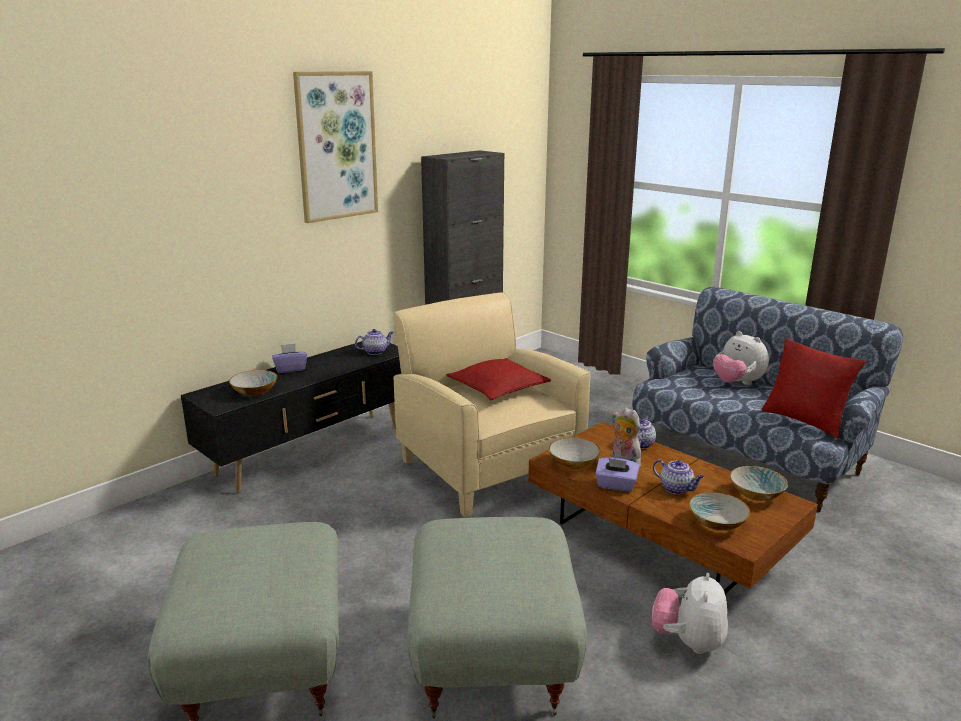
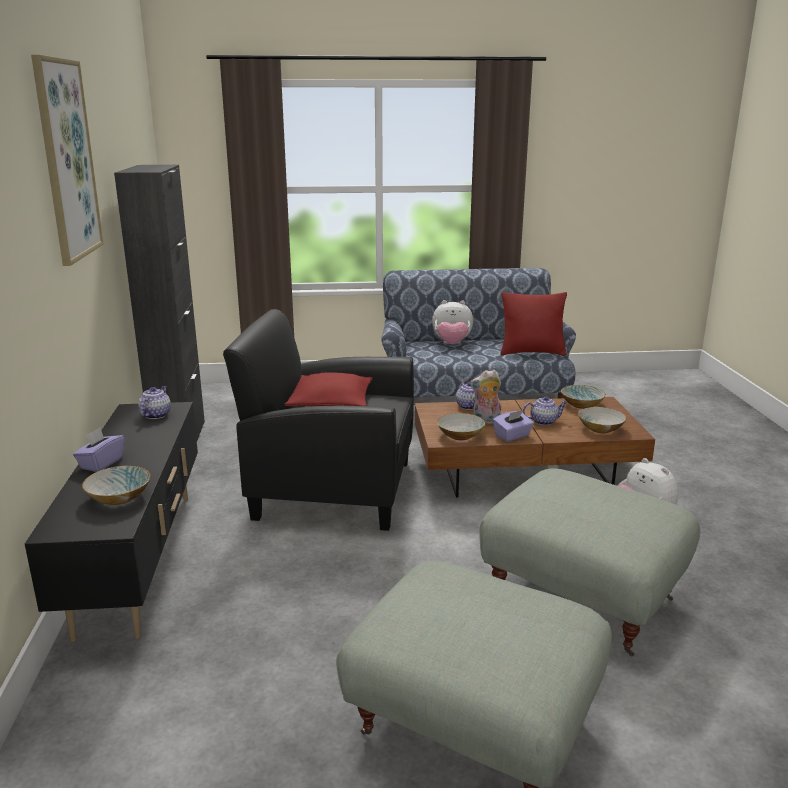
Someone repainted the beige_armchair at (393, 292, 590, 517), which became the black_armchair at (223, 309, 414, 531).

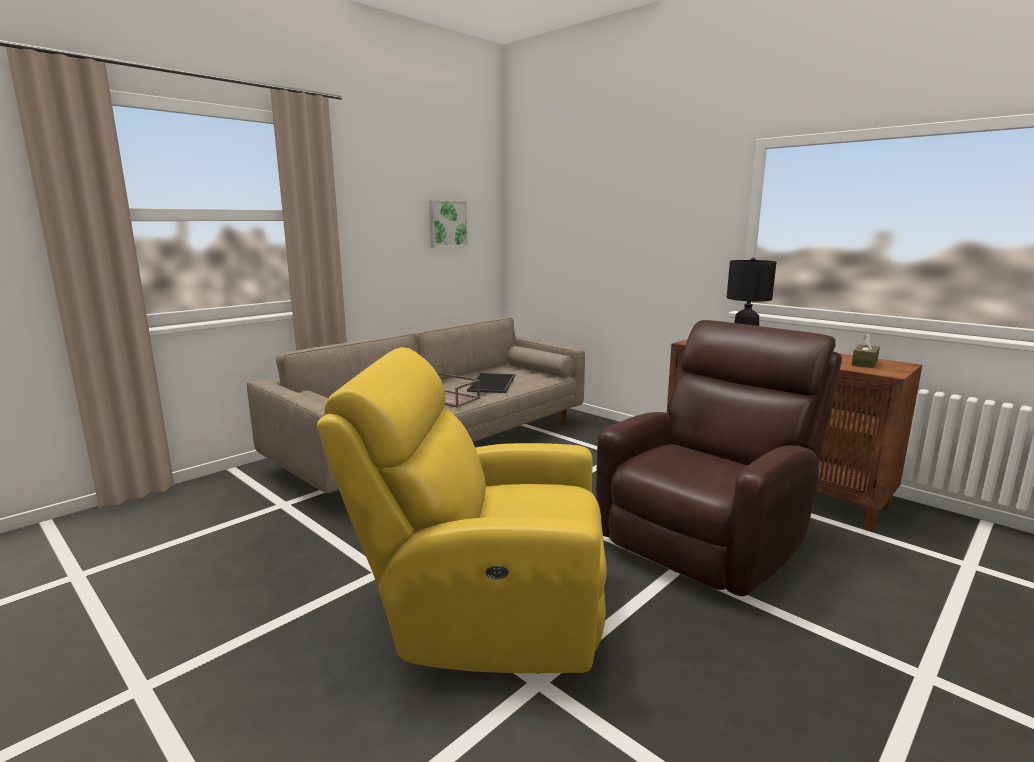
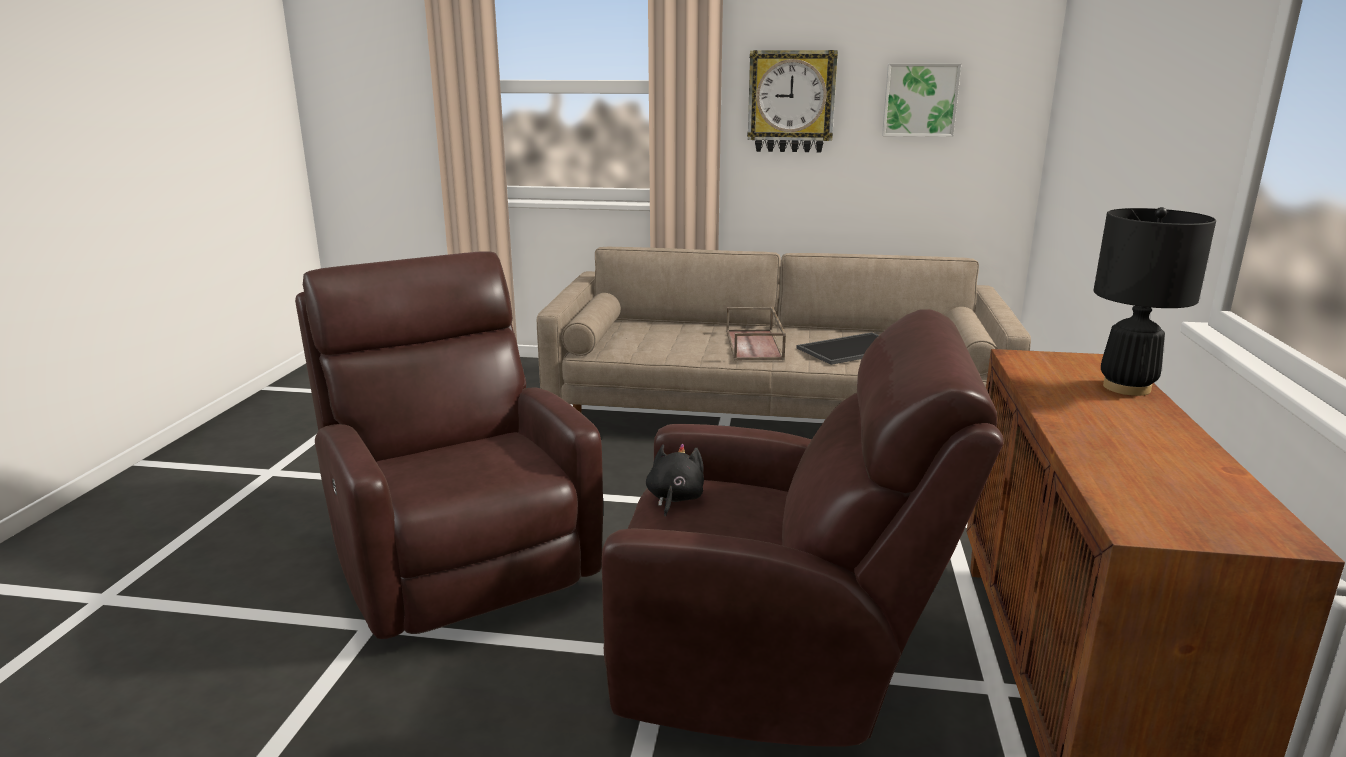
Someone took away the brown_tissue_box at (852, 333, 880, 368). Someone repainted the yellow_armchair at (316, 347, 607, 673), which became the brown_armchair at (295, 251, 603, 639). Someone put up the wall_clock at (747, 50, 838, 153). Someone put down the black_plush_toy at (646, 444, 704, 517).

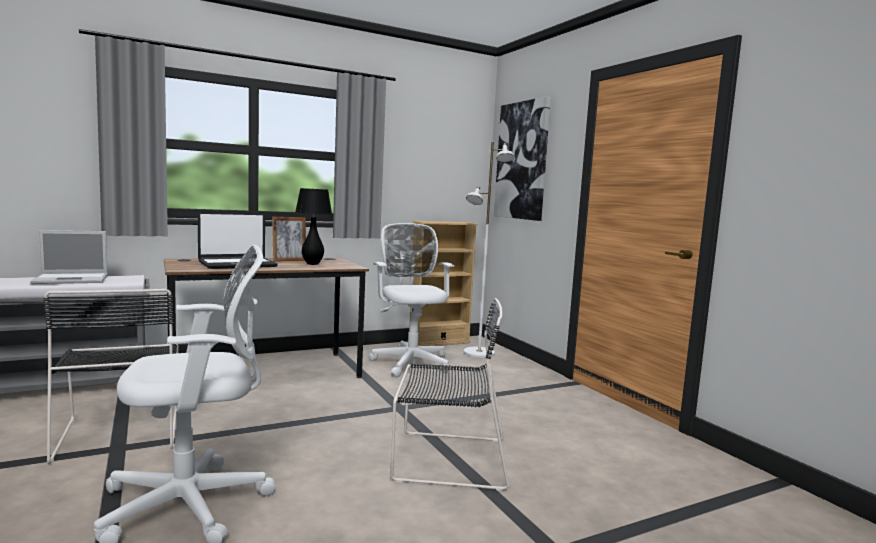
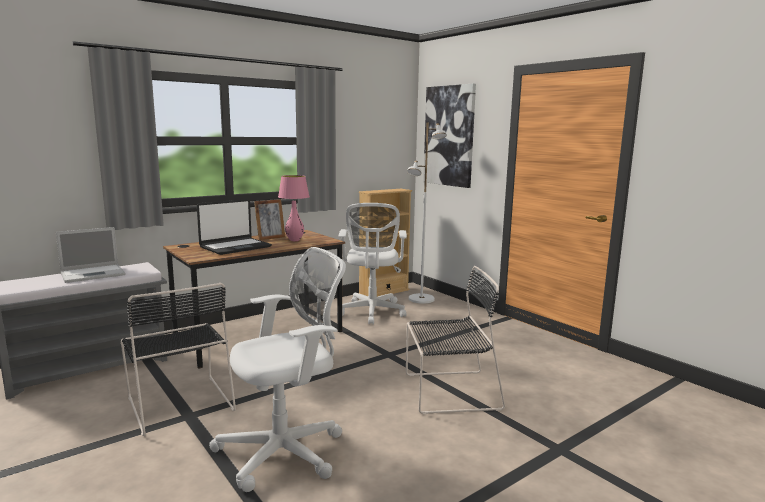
Someone repainted the black_table_lamp at (295, 188, 332, 265), which became the pink_table_lamp at (278, 175, 310, 241). Someone rotated the white_office_chair at (368, 223, 455, 377) by 150 degrees counterclockwise.

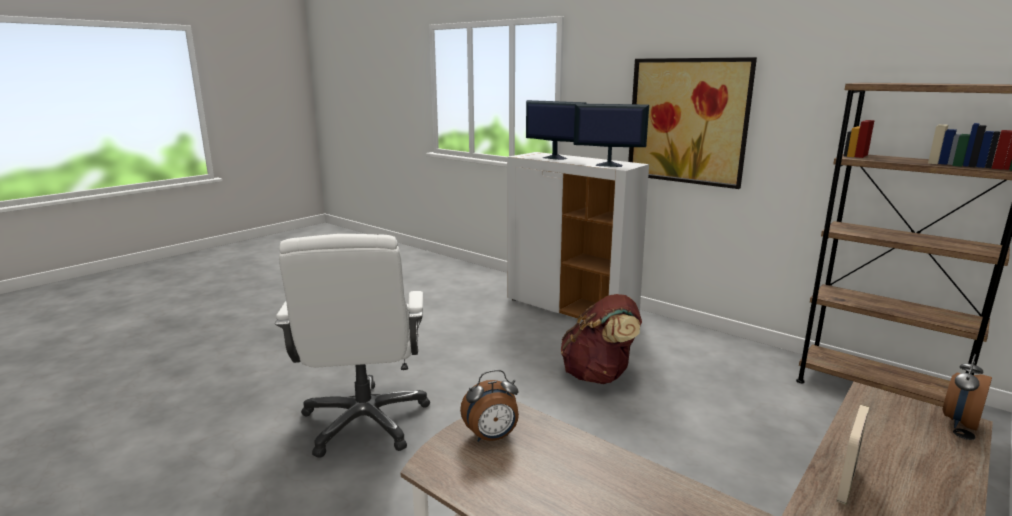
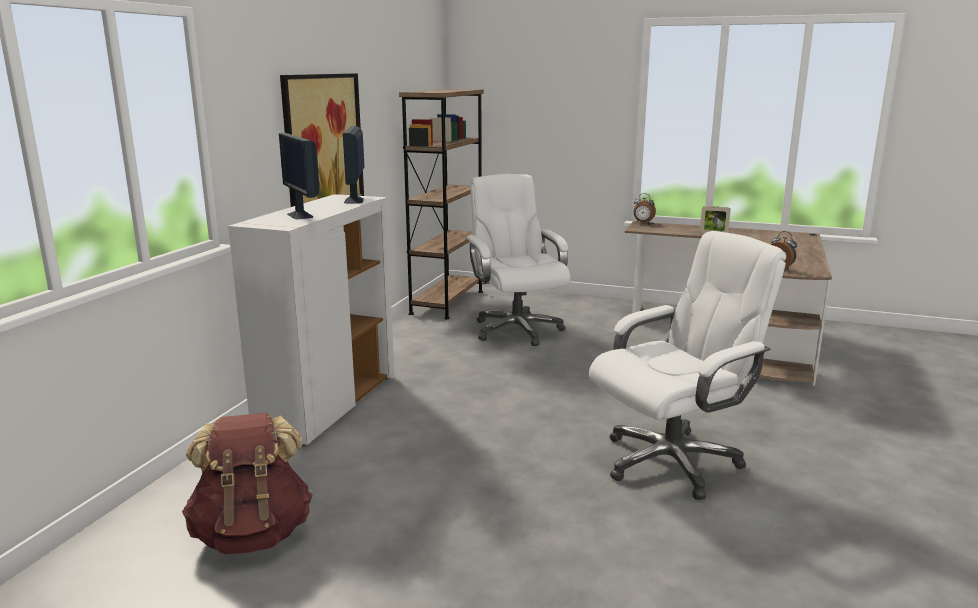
Someone rotated the monitor at (526, 100, 586, 160) by 45 degrees counterclockwise. Someone carried the brown_backpack from (561, 294, 642, 384) to (182, 413, 312, 554). Someone put down the white_office_chair at (465, 174, 570, 346).

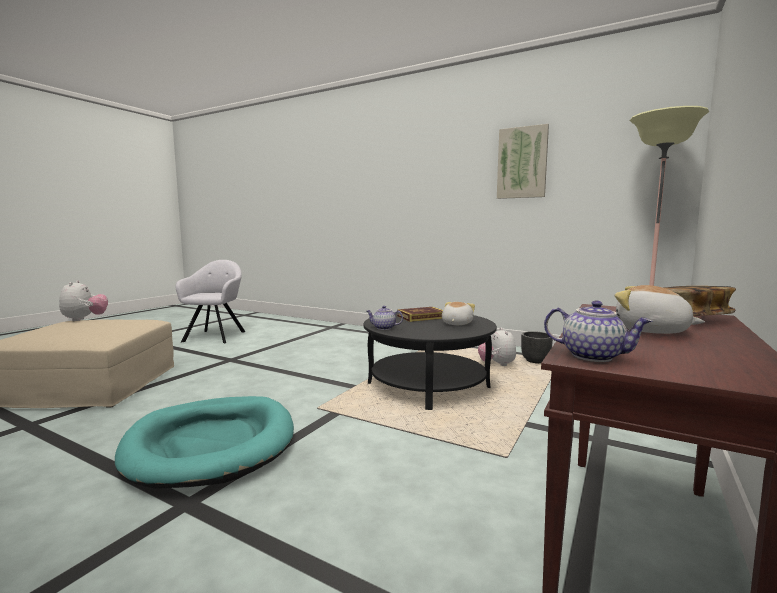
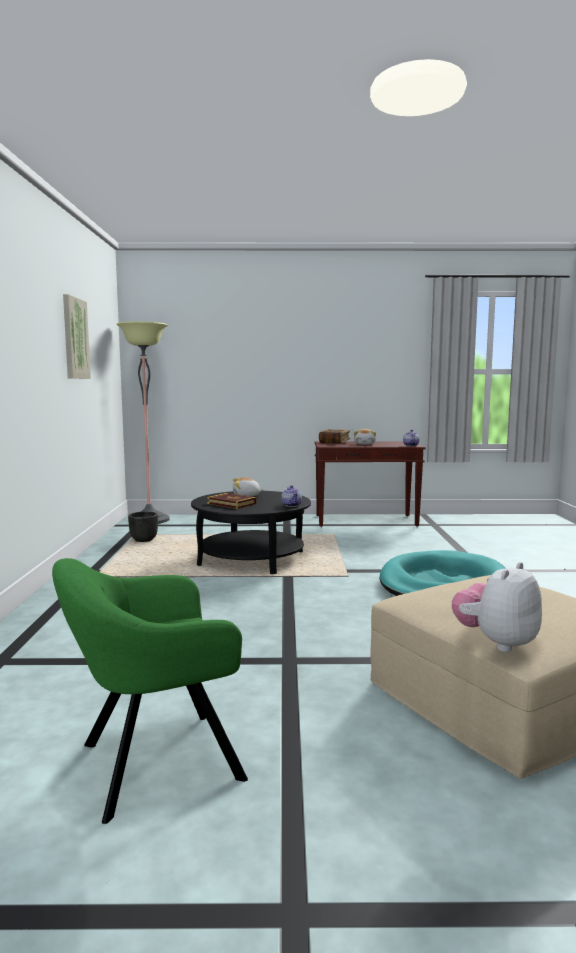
Someone repainted the grey_armchair at (175, 260, 245, 343), which became the green_armchair at (52, 558, 248, 824). Someone took away the plush_toy at (478, 328, 516, 366).

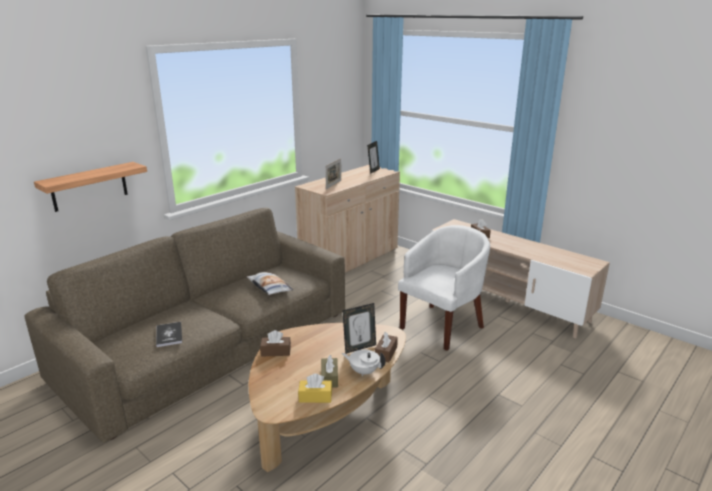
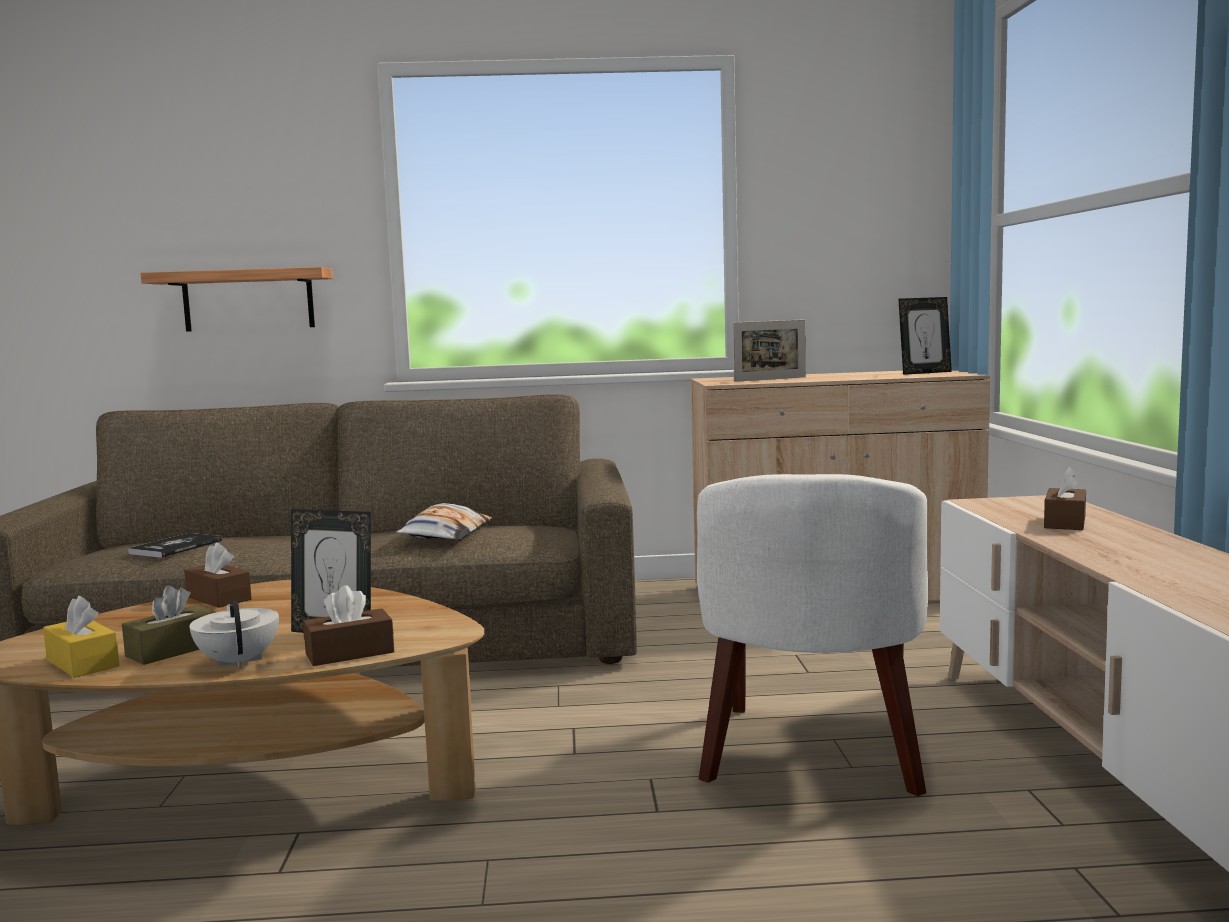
Someone rotated the white_armchair at (398, 225, 490, 351) by 105 degrees clockwise.

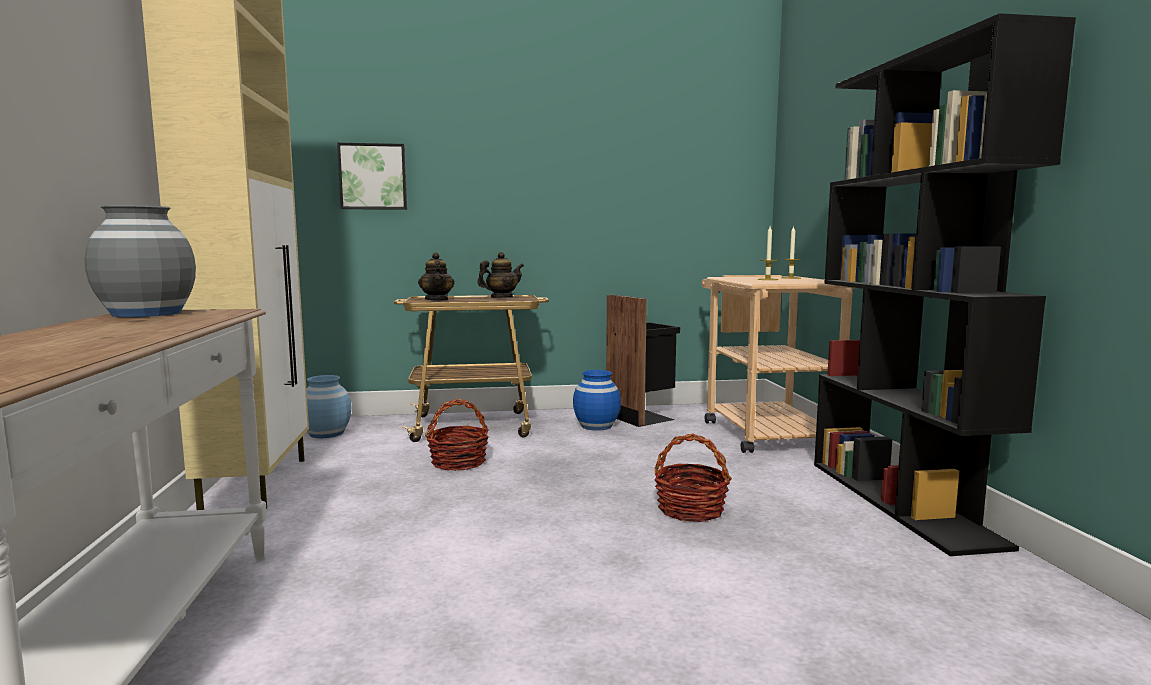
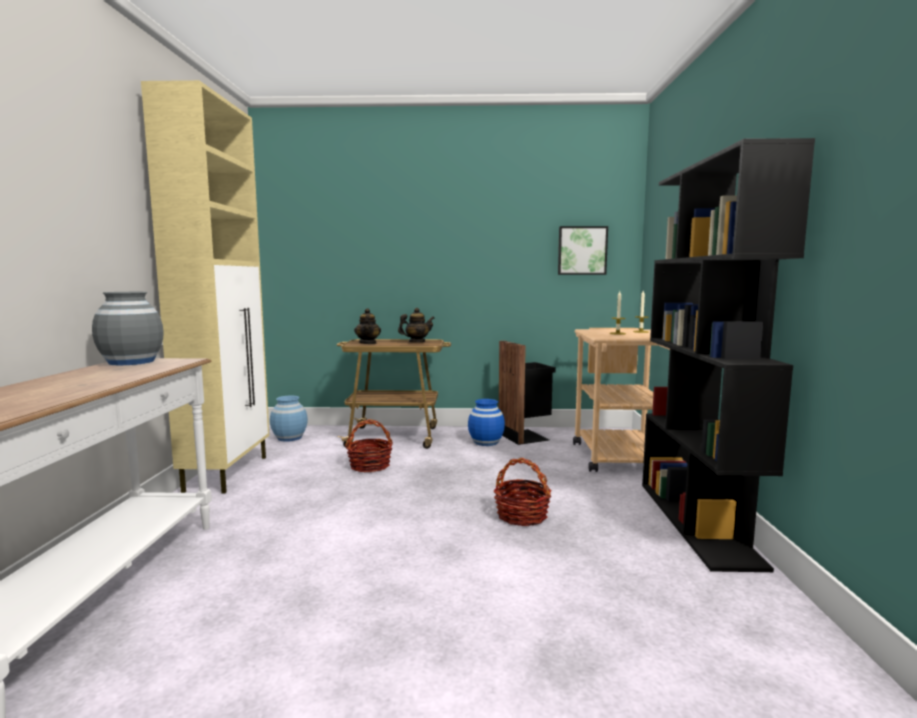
Someone carried the picture from (337, 143, 407, 210) to (558, 226, 608, 275).

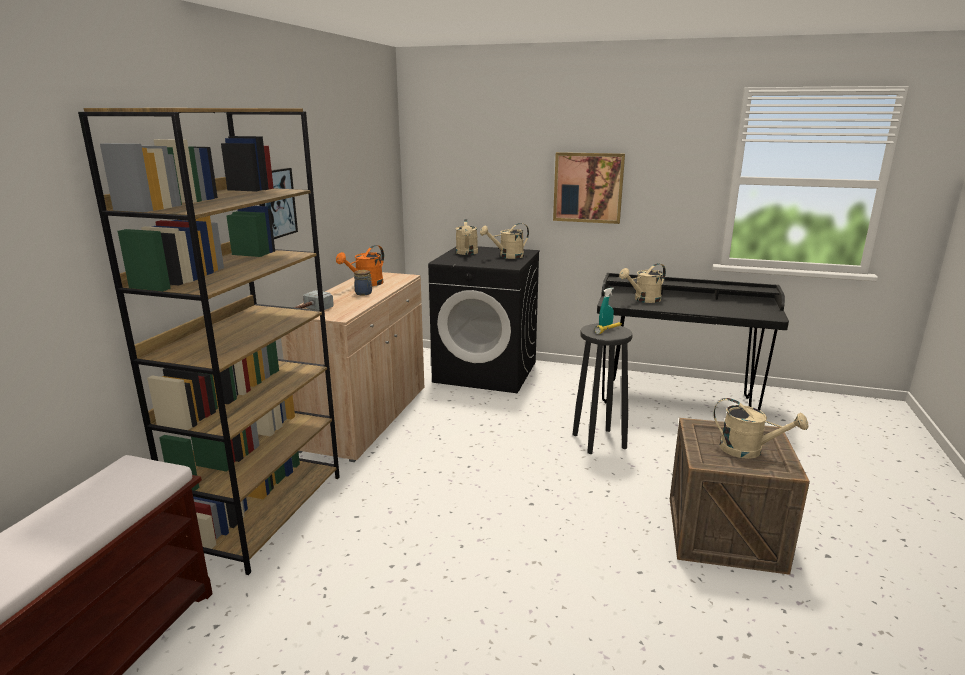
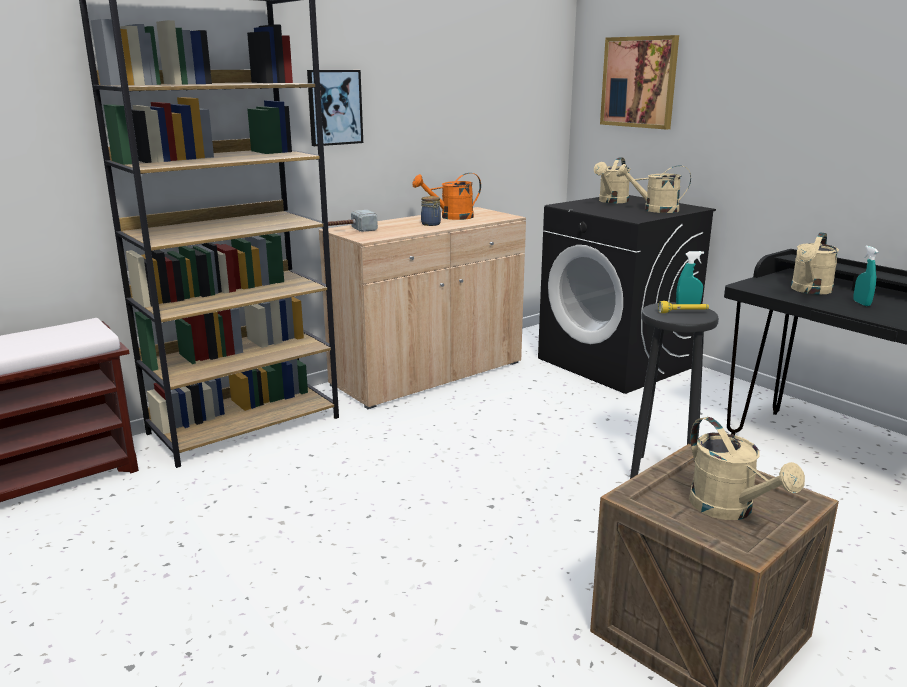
Someone carried the picture from (553, 152, 625, 224) to (600, 35, 679, 130). Someone rotated the beige_watering_can at (619, 263, 666, 303) by 60 degrees counterclockwise. Someone put down the turquoise_spray_bottle at (854, 246, 878, 306).

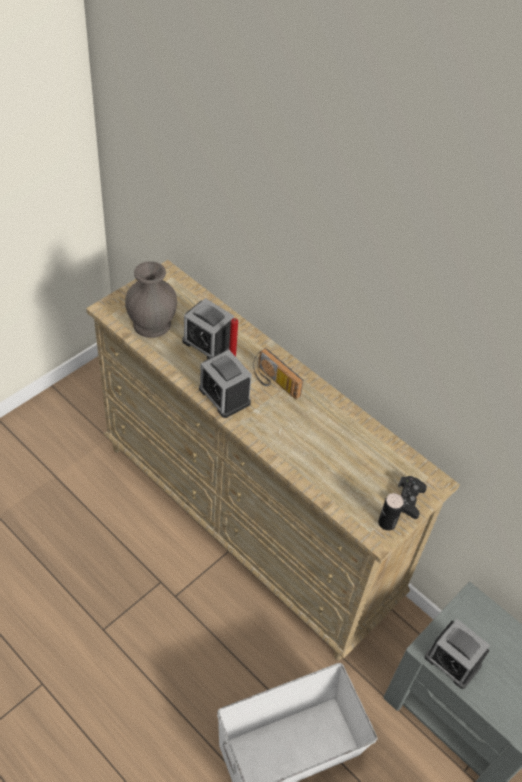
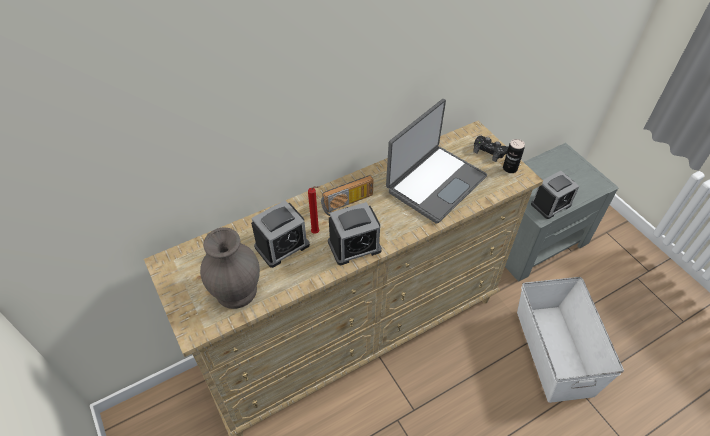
Someone put down the laptop at (386, 99, 487, 224).

